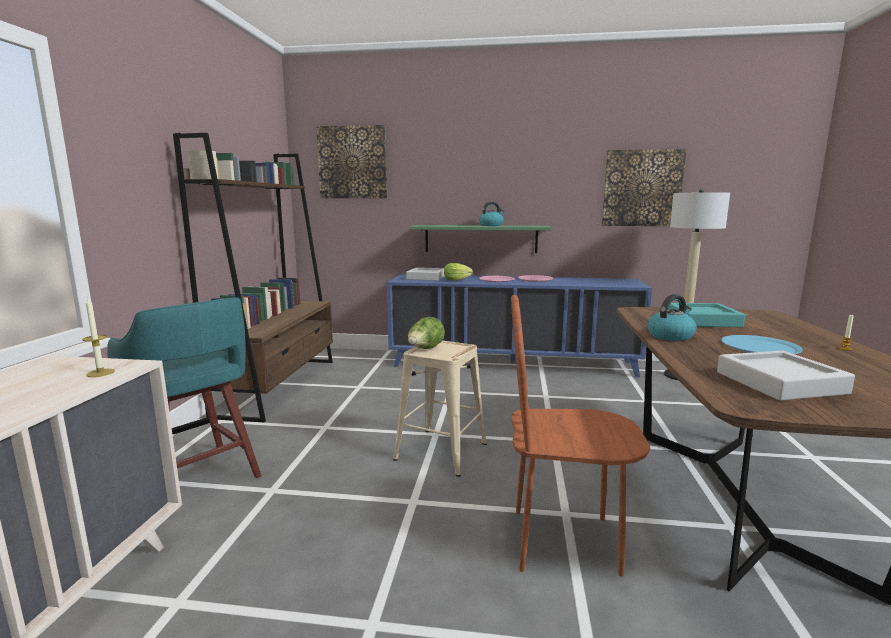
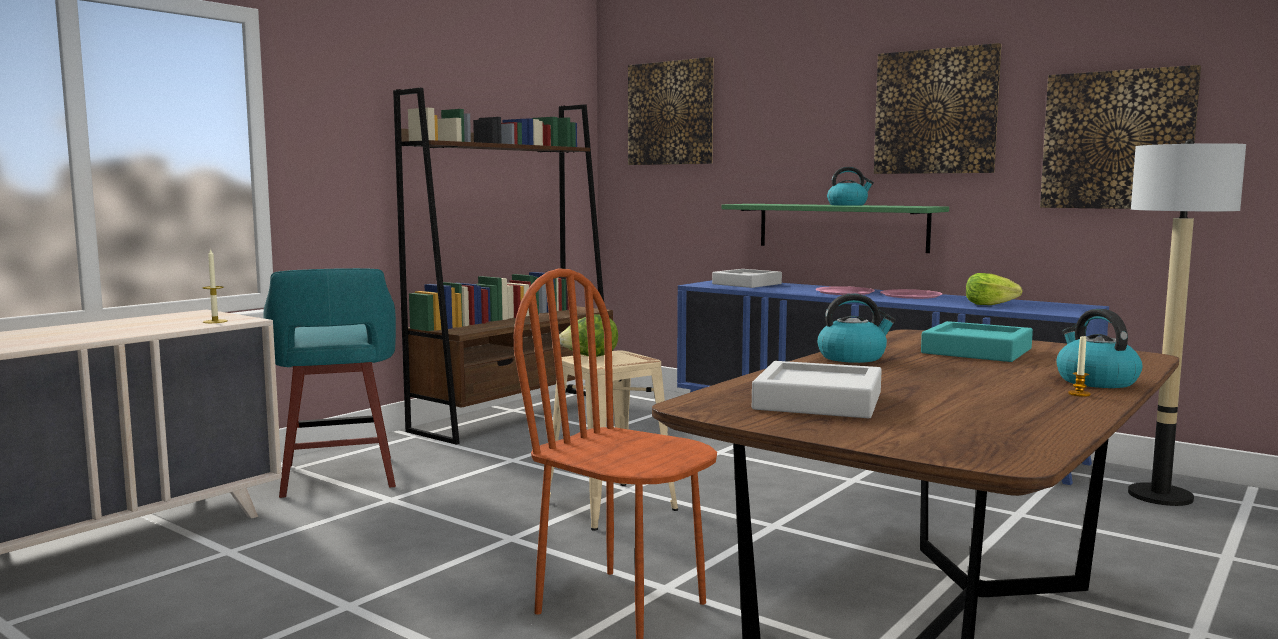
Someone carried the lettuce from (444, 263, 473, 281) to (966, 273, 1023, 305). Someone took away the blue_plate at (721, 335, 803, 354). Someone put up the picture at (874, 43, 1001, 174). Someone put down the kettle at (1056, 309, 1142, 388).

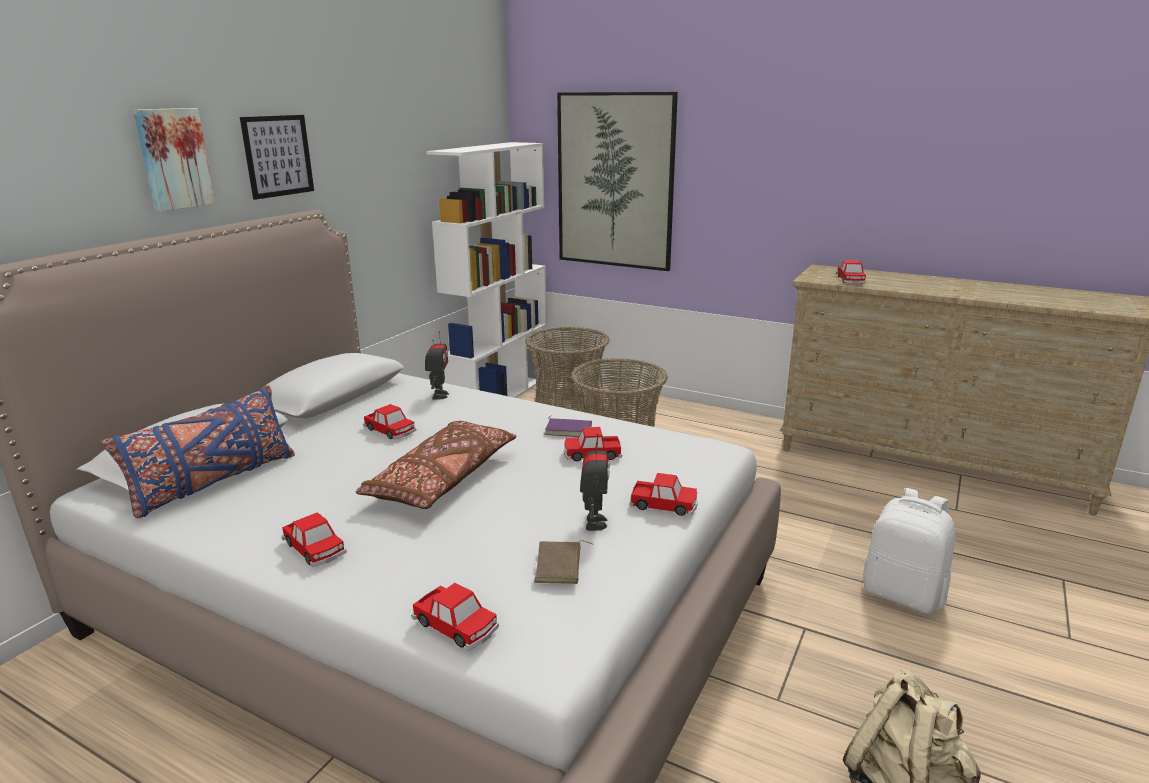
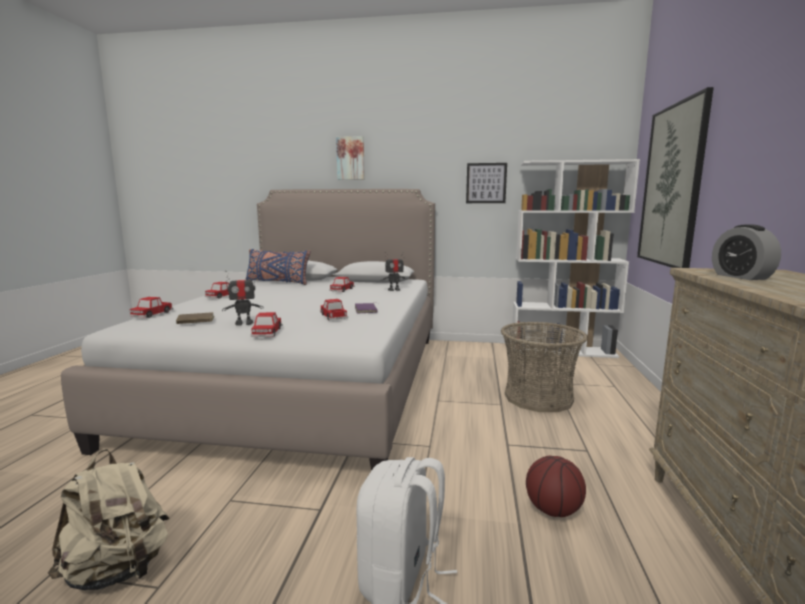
Someone carried the picture from (240, 115, 314, 200) to (466, 163, 507, 203). Someone swapped the toy_car at (836, 260, 866, 284) for the alarm_clock at (712, 224, 781, 280). Someone took away the basket at (525, 326, 609, 411). Someone took away the brown_pillow at (356, 421, 517, 509). Someone put down the basketball at (526, 456, 586, 517).

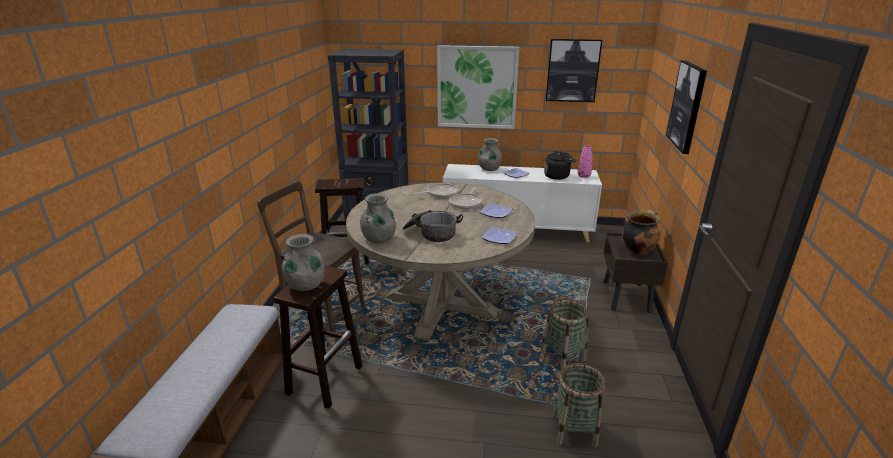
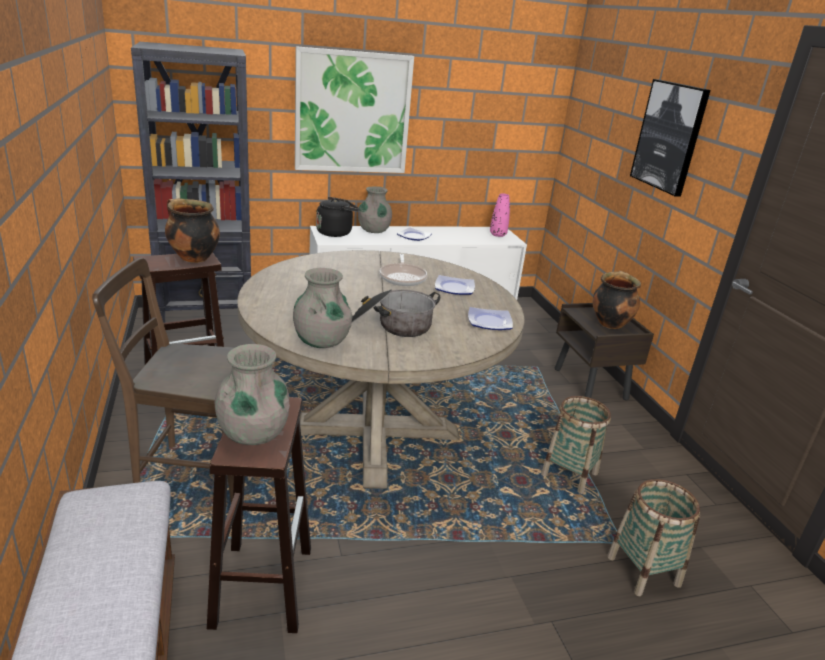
Someone took away the picture at (546, 39, 602, 102). Someone carried the black_kettle from (544, 151, 576, 180) to (316, 197, 360, 237). Someone took away the frying_pan at (412, 183, 459, 198). Someone put down the cooking_pot at (165, 199, 220, 263).

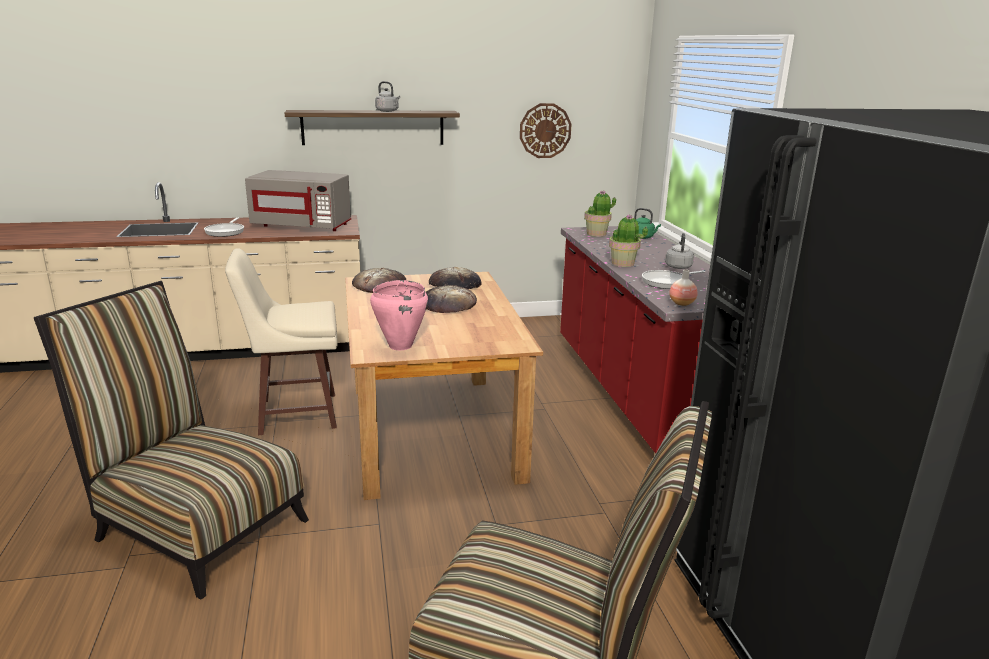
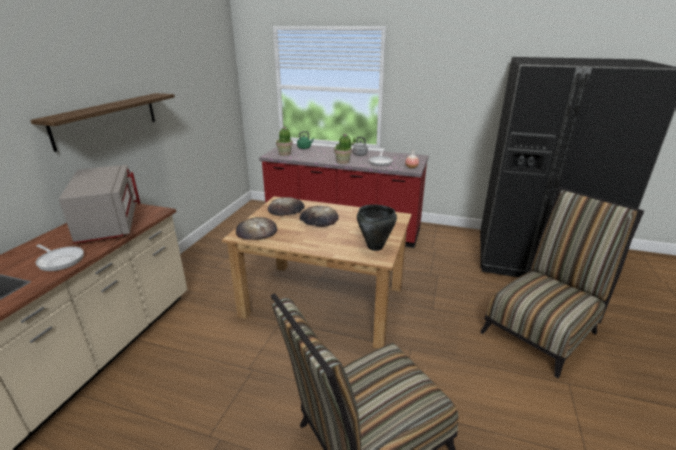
Someone took away the grey_kettle at (375, 81, 400, 112). Someone took away the wall_clock at (520, 103, 572, 158). Someone rotated the grey_microwave at (245, 170, 351, 231) by 60 degrees counterclockwise. Someone took away the beige_stool at (225, 248, 337, 435). Someone repainted the pink_cooking_pot at (370, 280, 428, 350), which became the black_cooking_pot at (357, 204, 397, 251).

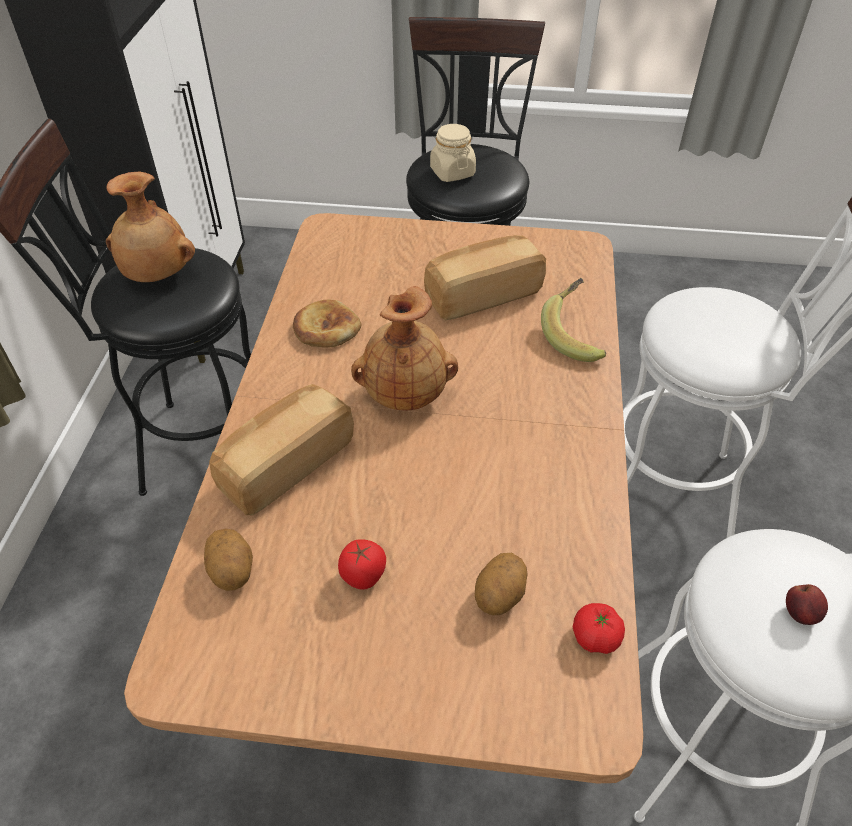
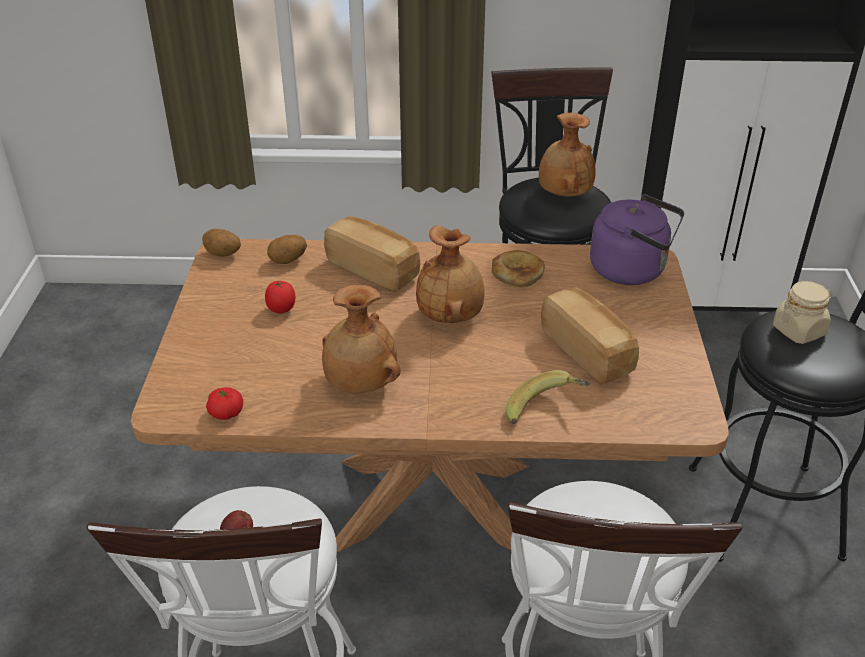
Someone carried the potato from (475, 553, 527, 615) to (202, 229, 241, 256). Someone put down the purple_kettle at (590, 194, 684, 285). Someone put down the brown_vase at (322, 285, 401, 393).

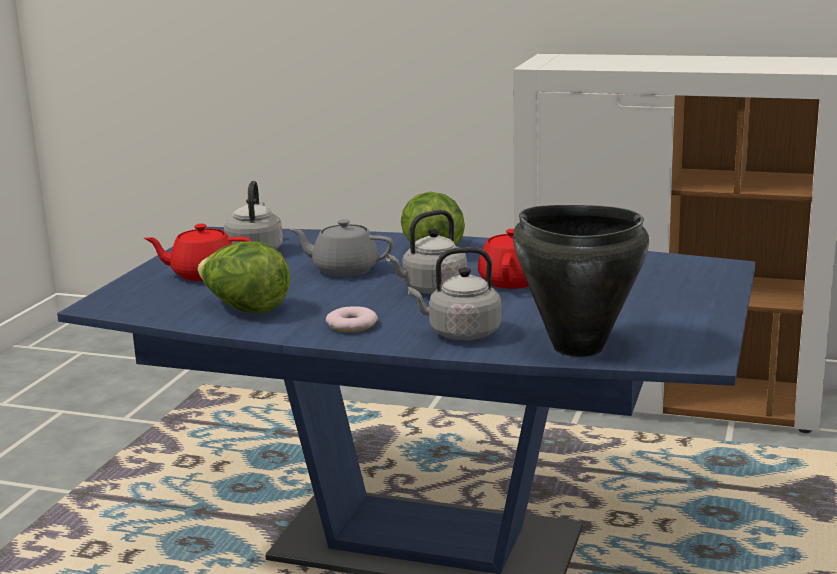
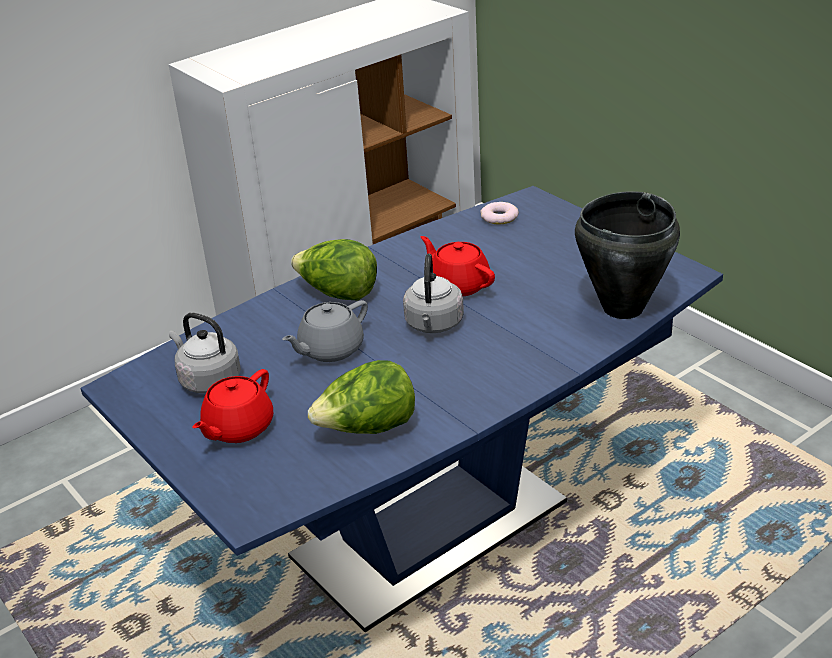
Someone took away the grey_kettle at (408, 247, 501, 340). Someone carried the donut from (326, 306, 378, 332) to (480, 202, 519, 225).

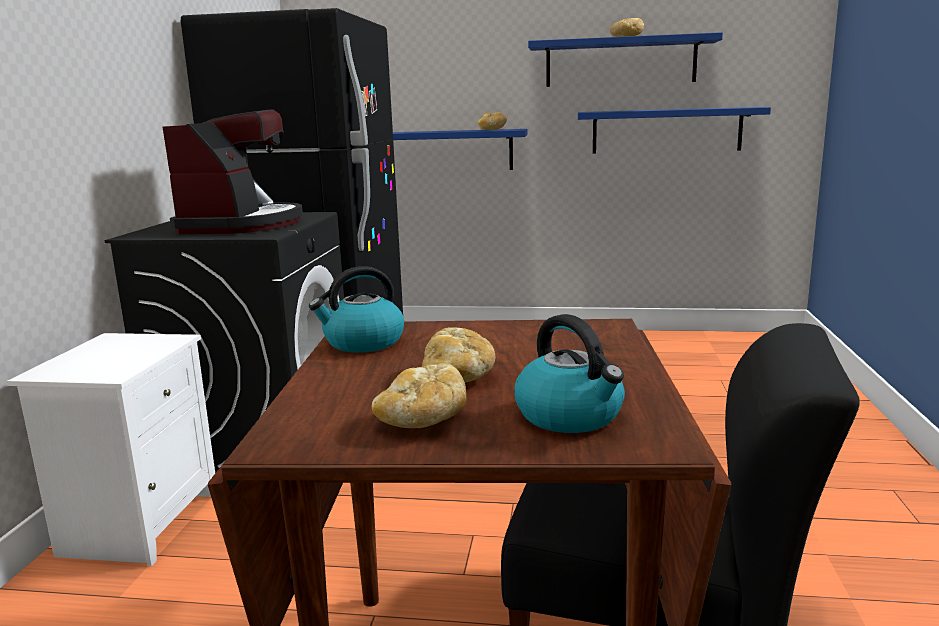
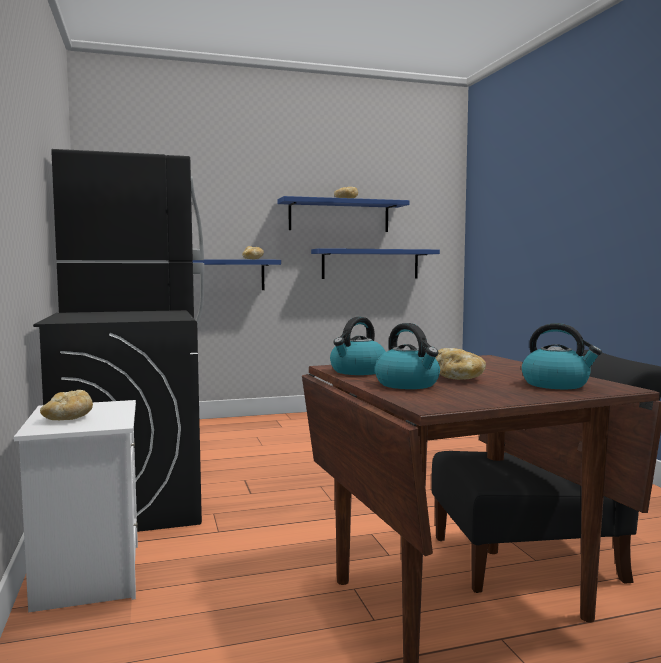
Someone took away the coffee_machine at (163, 109, 303, 234). Someone carried the bread from (372, 363, 467, 428) to (40, 390, 93, 420). Someone put down the kettle at (375, 323, 440, 389).

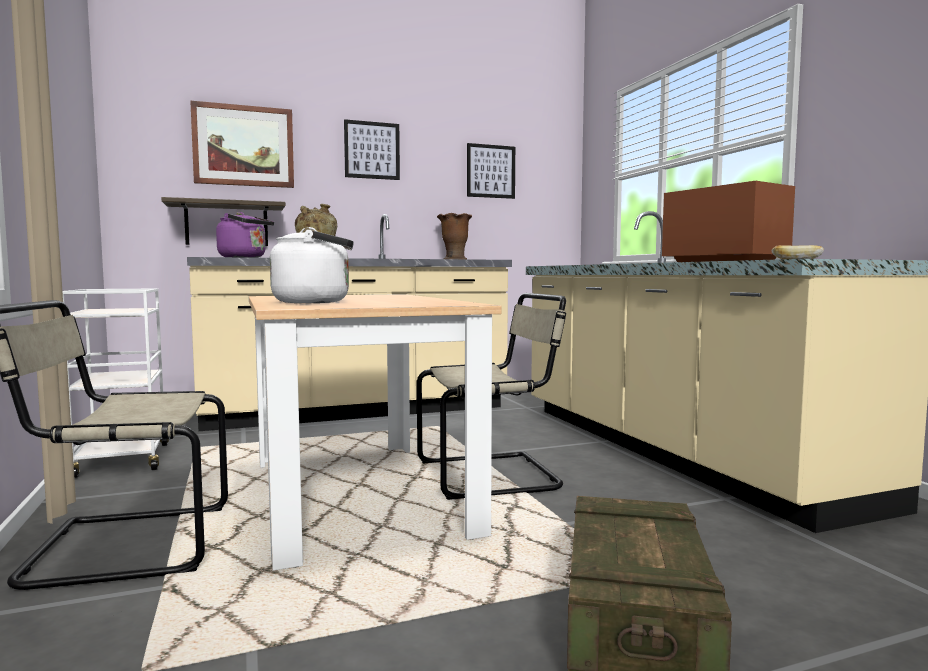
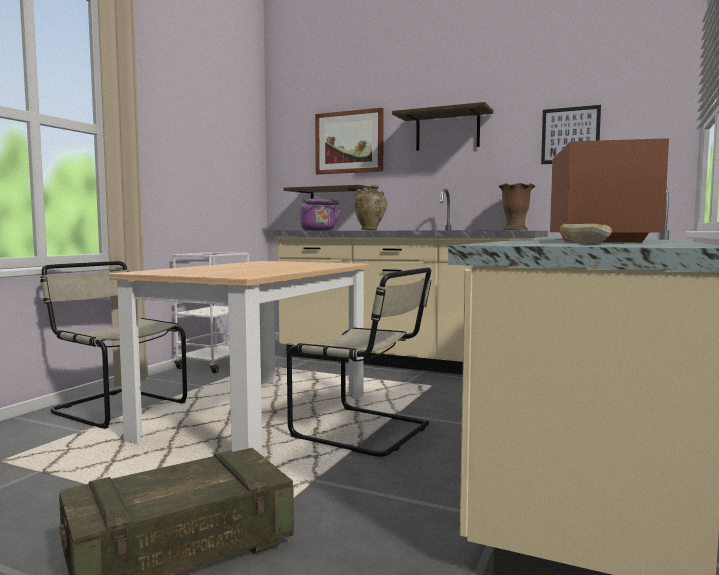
Someone swapped the picture at (344, 119, 400, 180) for the shelf at (392, 102, 494, 151). Someone took away the white_kettle at (270, 227, 353, 303).

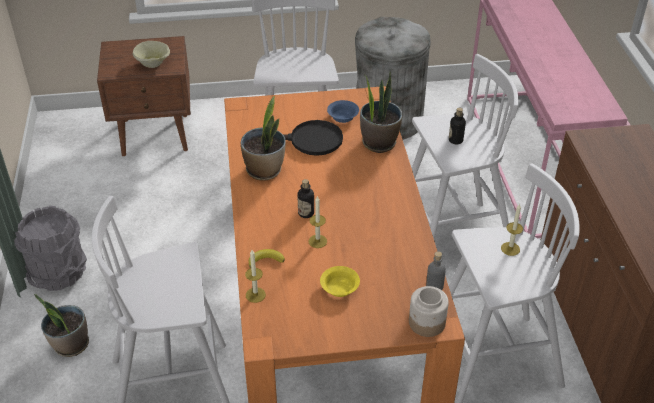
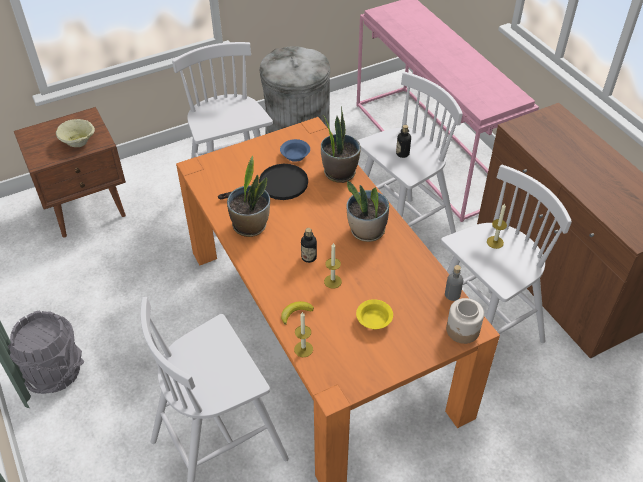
Someone carried the potted_plant from (34, 294, 89, 357) to (346, 181, 389, 242).

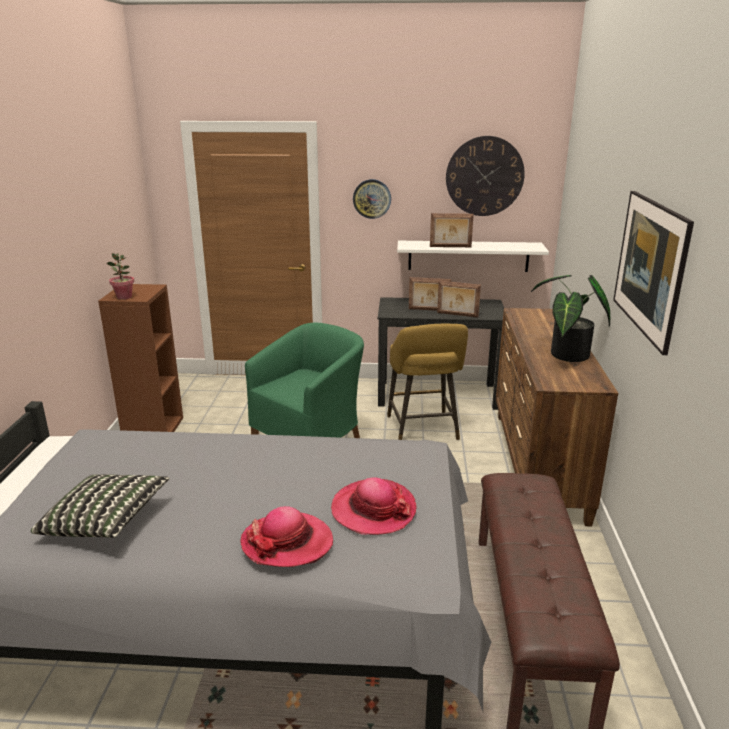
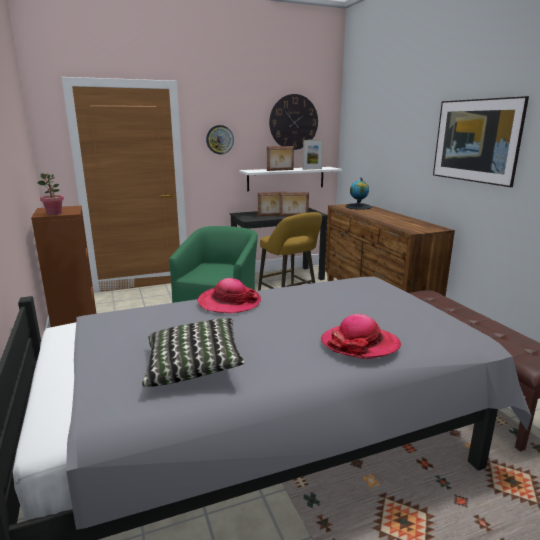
Someone took away the potted_plant at (531, 275, 610, 362). Someone carried the hat from (331, 477, 417, 535) to (198, 278, 261, 314). Someone put down the picture_frame at (303, 140, 323, 170). Someone put down the globe at (345, 178, 371, 210).

